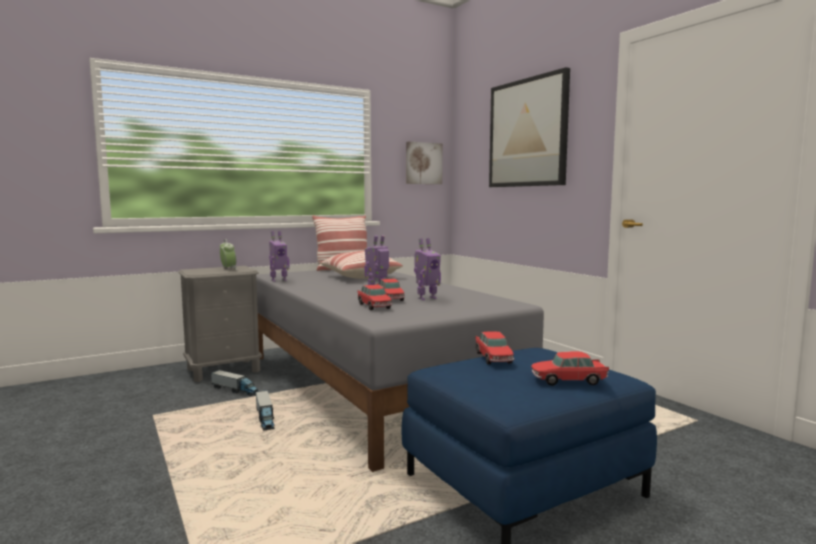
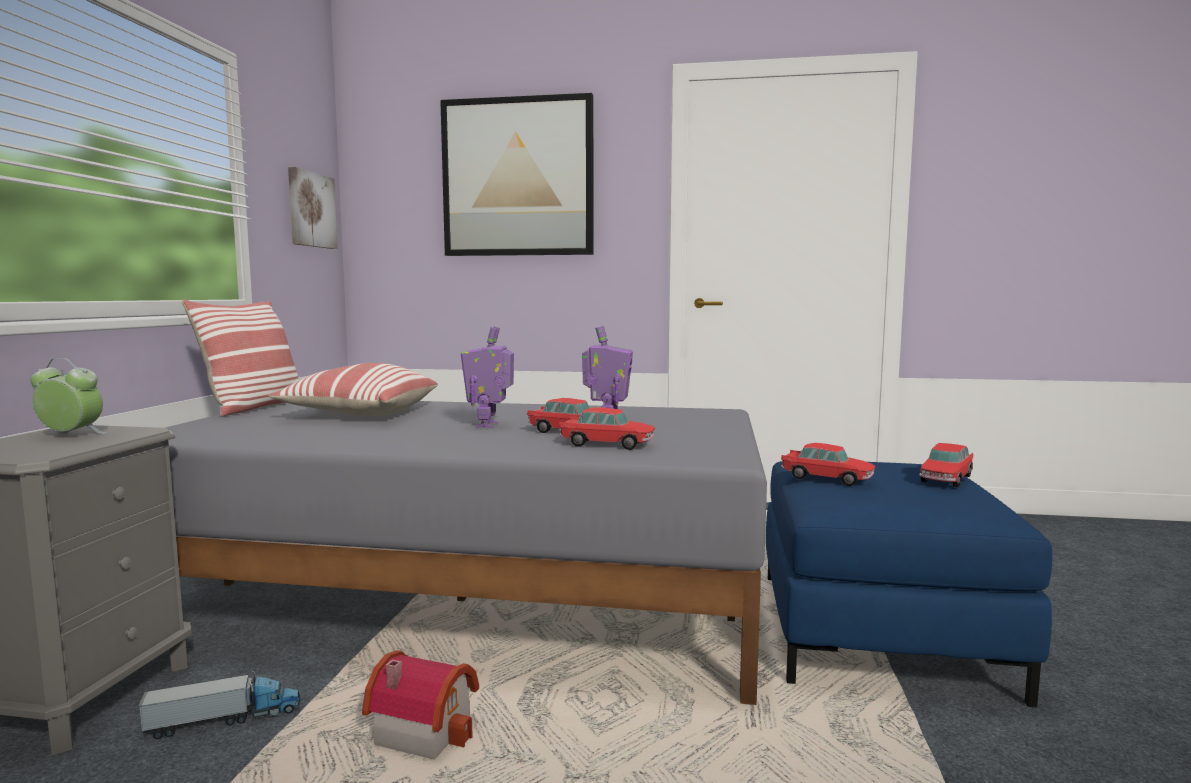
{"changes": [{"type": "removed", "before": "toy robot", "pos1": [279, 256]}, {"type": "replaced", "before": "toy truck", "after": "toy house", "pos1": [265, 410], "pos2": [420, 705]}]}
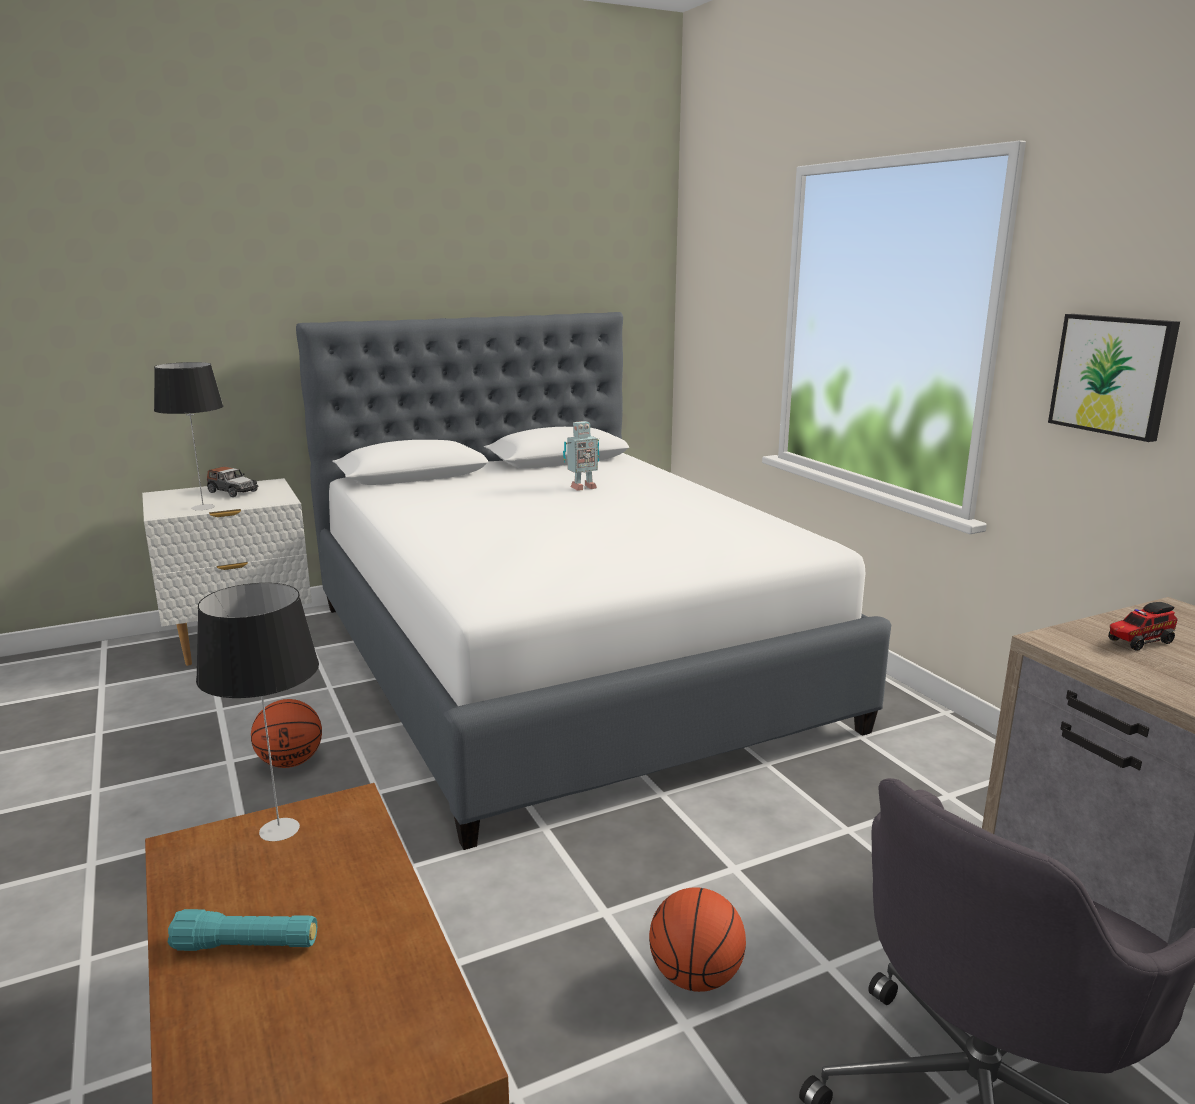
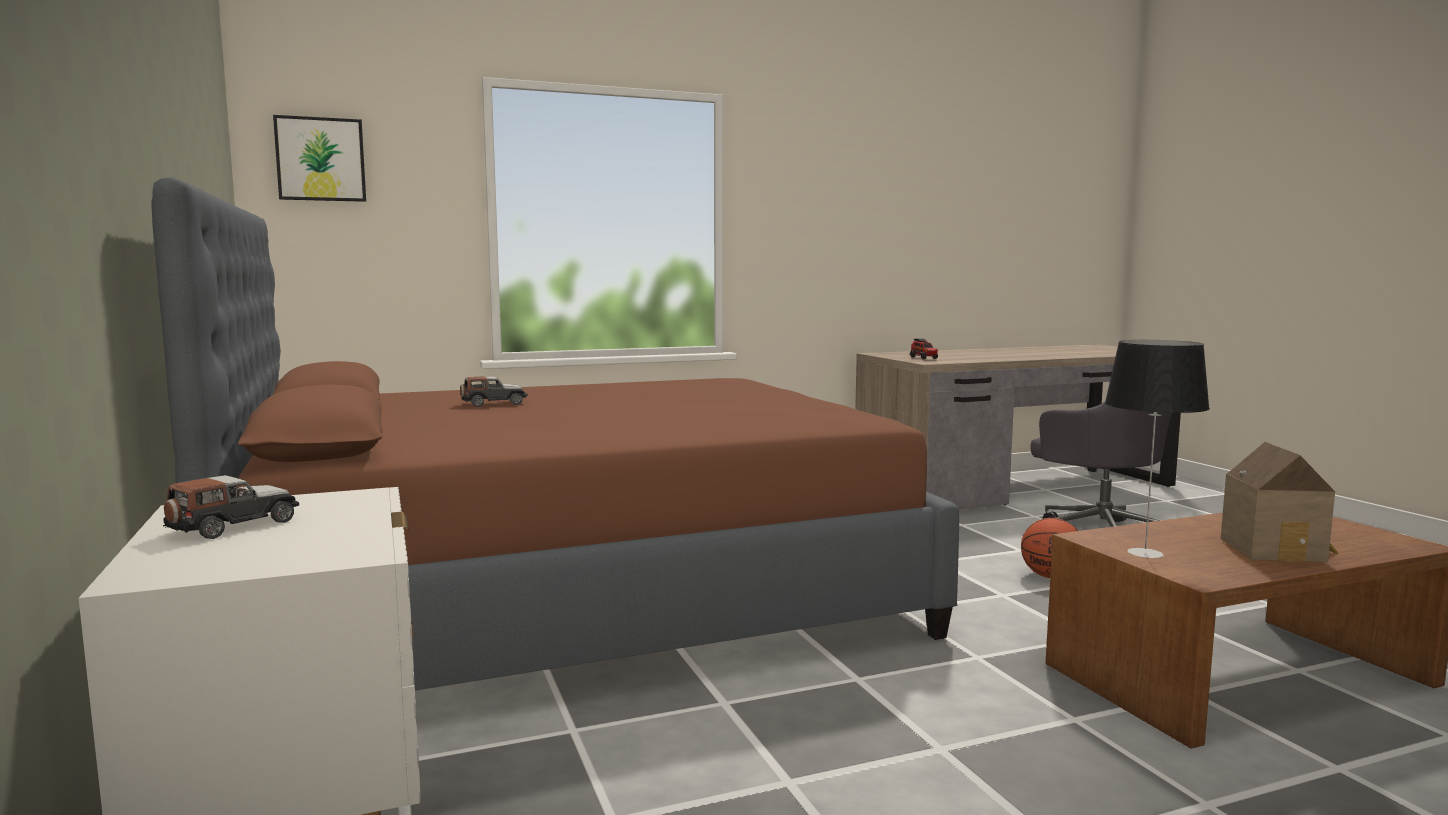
{"changes": [{"type": "removed", "before": "table lamp", "pos1": [188, 436]}, {"type": "removed", "before": "basketball", "pos1": [286, 733]}, {"type": "moved", "before": "picture", "pos1": [1114, 378], "pos2": [319, 158]}, {"type": "replaced", "before": "turquoise flashlight", "after": "toy house", "pos1": [242, 930], "pos2": [1280, 502]}, {"type": "replaced", "before": "toy robot", "after": "toy car", "pos1": [581, 456], "pos2": [494, 391]}, {"type": "recoloured", "before": "white bed", "after": "brown bed", "pos1": [593, 581], "pos2": [555, 433]}]}
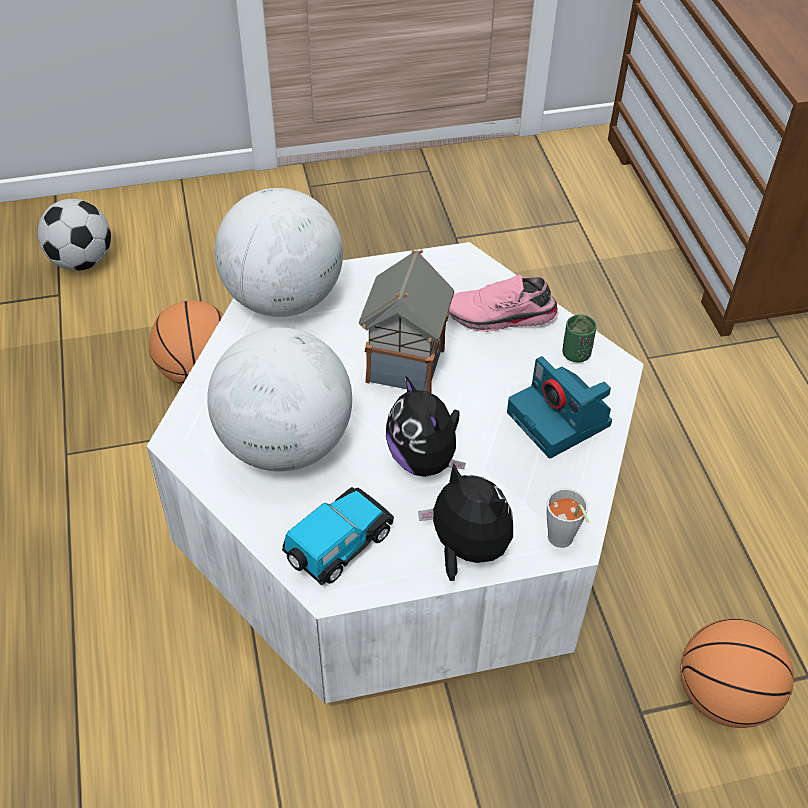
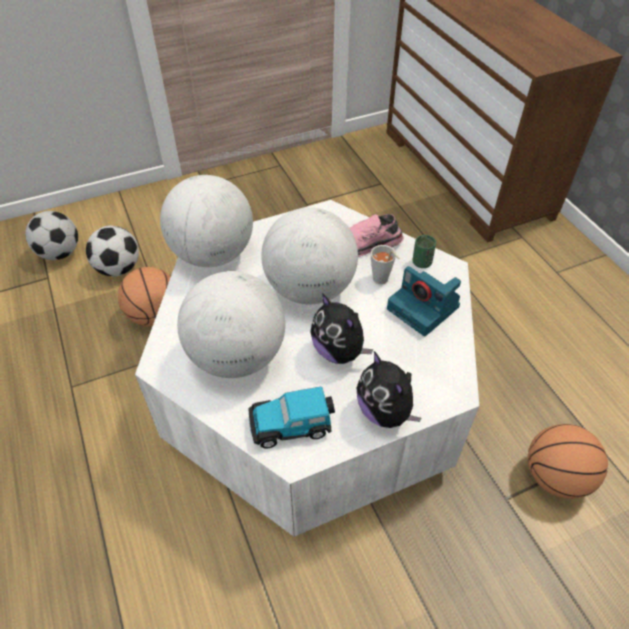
{"changes": [{"type": "added", "after": "football", "pos2": [112, 251]}, {"type": "moved", "before": "grey cup", "pos1": [568, 518], "pos2": [385, 264]}, {"type": "replaced", "before": "toy house", "after": "globe", "pos1": [406, 321], "pos2": [309, 256]}, {"type": "turned", "before": "toy car", "pos1": [338, 536], "pos2": [291, 418], "turn": -135}, {"type": "turned", "before": "plush toy", "pos1": [465, 522], "pos2": [389, 389], "turn": -150}]}
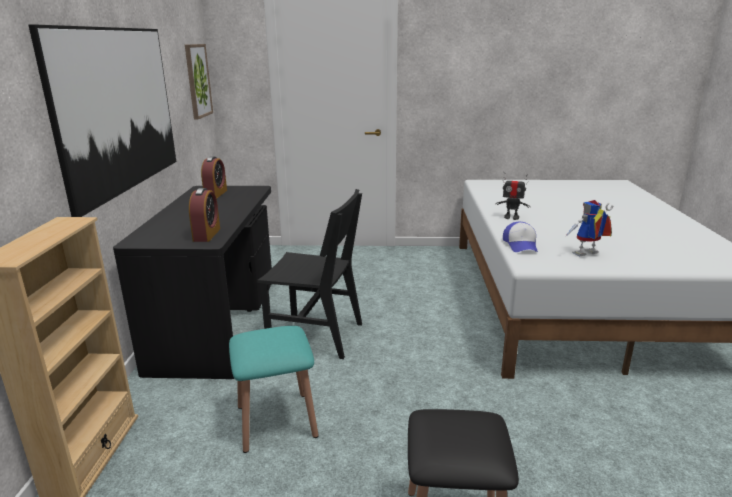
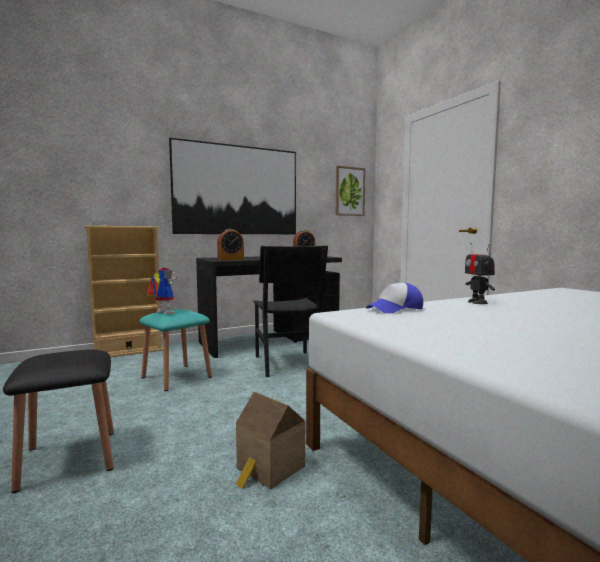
{"changes": [{"type": "added", "after": "toy house", "pos2": [270, 441]}, {"type": "moved", "before": "toy robot", "pos1": [589, 228], "pos2": [162, 290]}]}
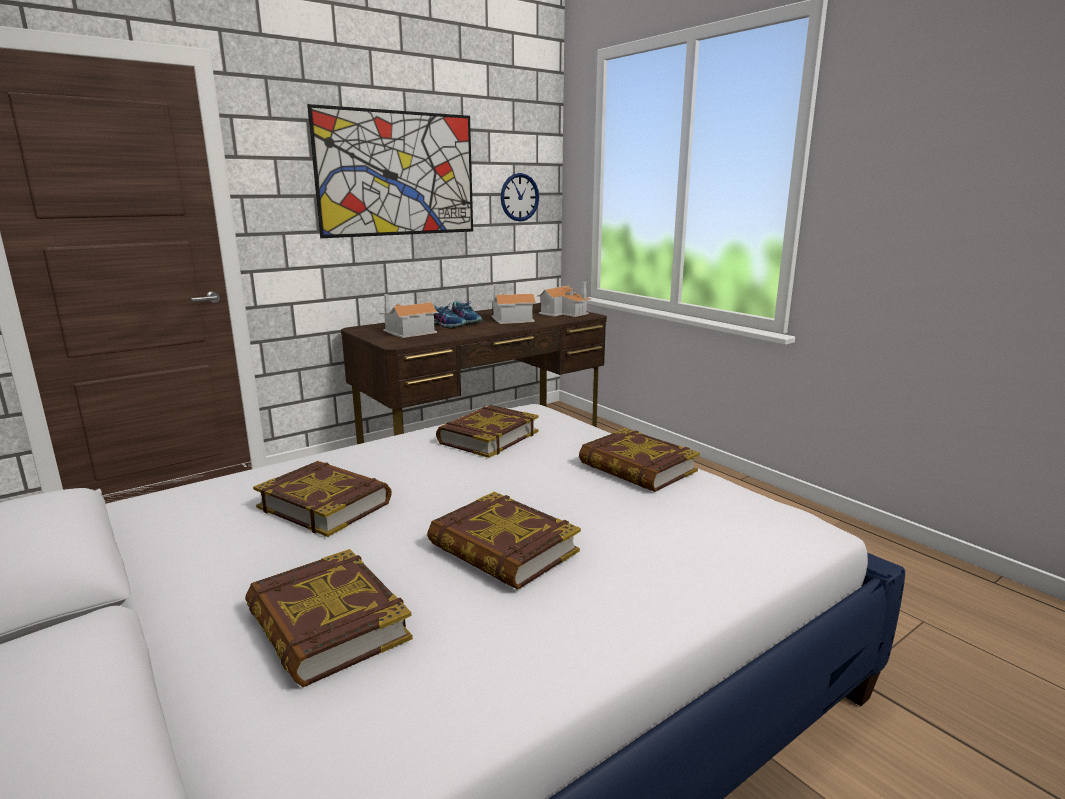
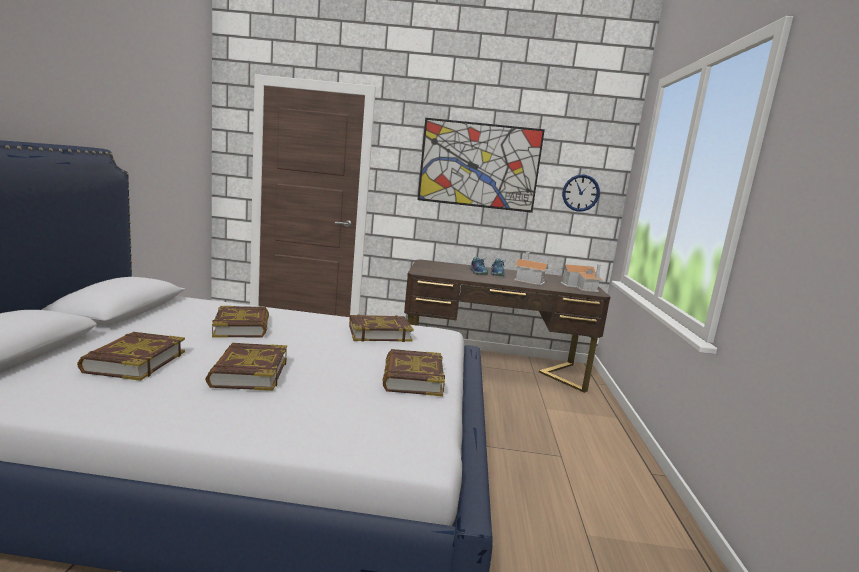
{"changes": [{"type": "removed", "before": "toy house", "pos1": [409, 316]}]}
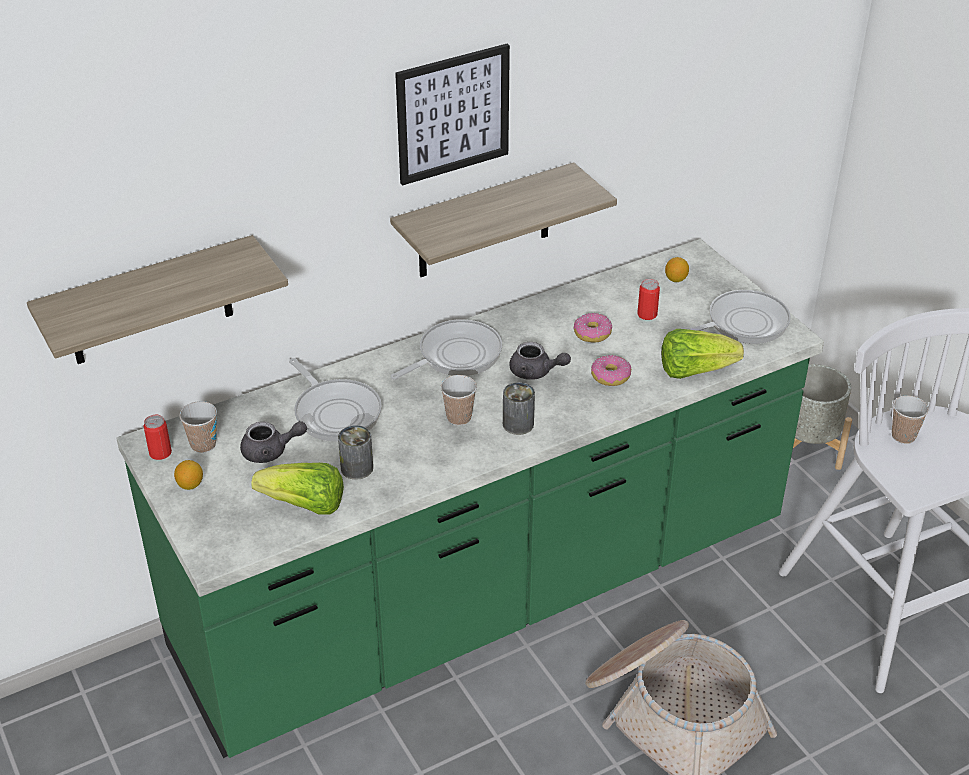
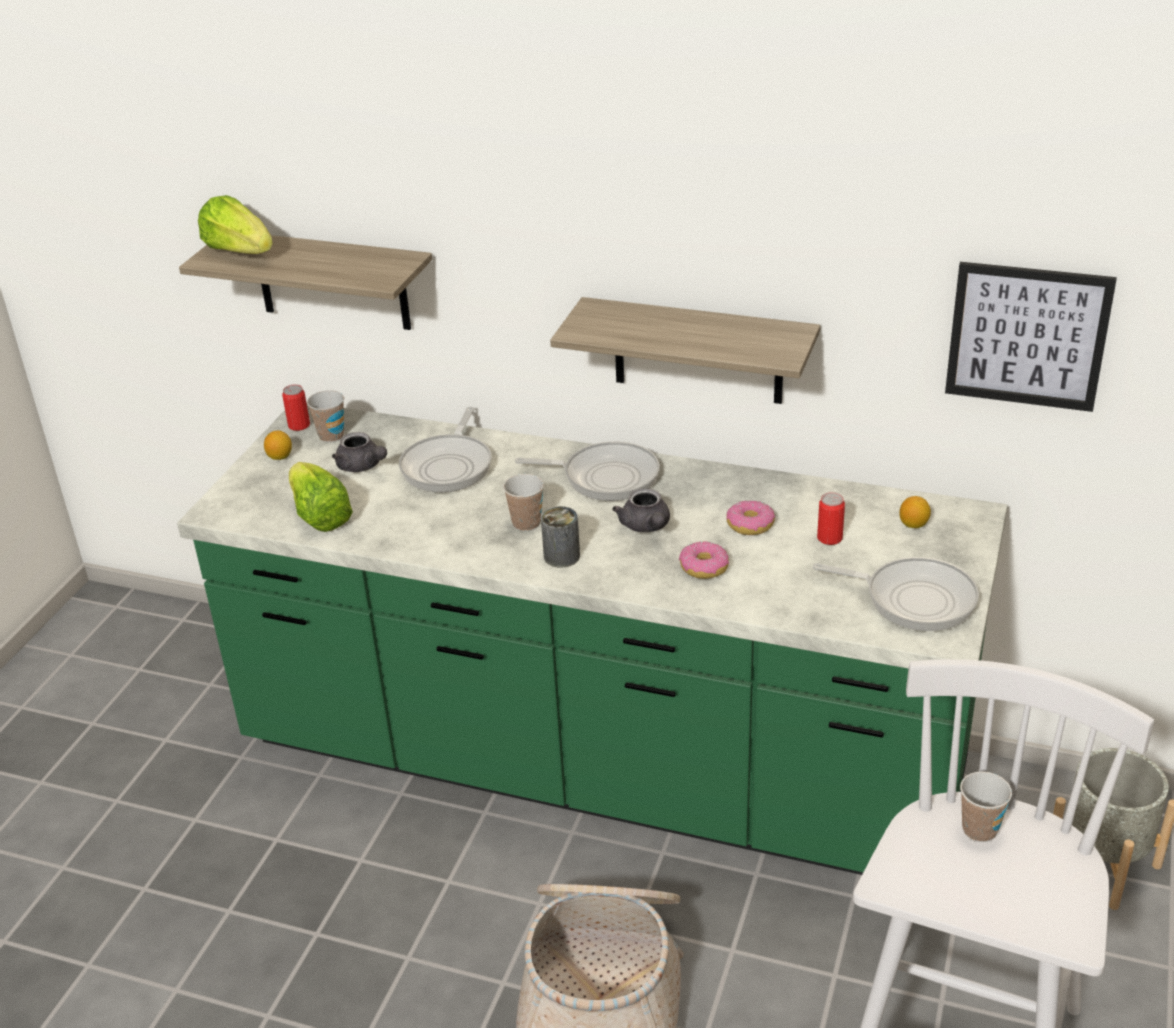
{"changes": [{"type": "removed", "before": "can", "pos1": [355, 452]}, {"type": "moved", "before": "picture", "pos1": [452, 115], "pos2": [1031, 337]}, {"type": "moved", "before": "lettuce", "pos1": [702, 354], "pos2": [235, 224]}]}
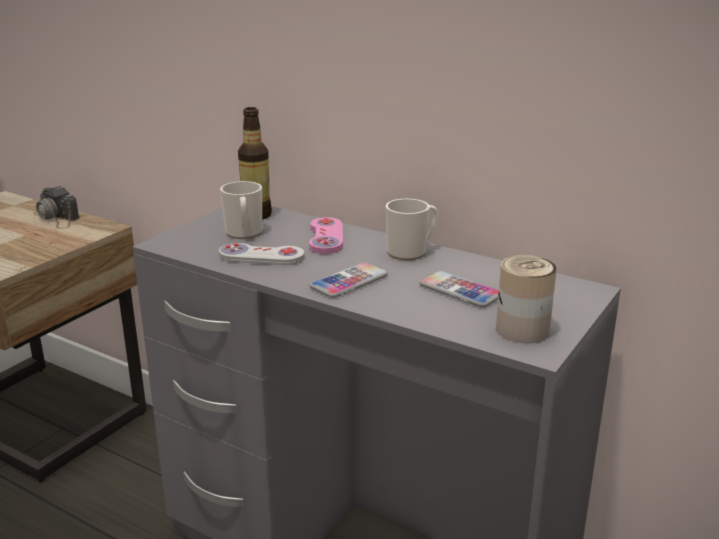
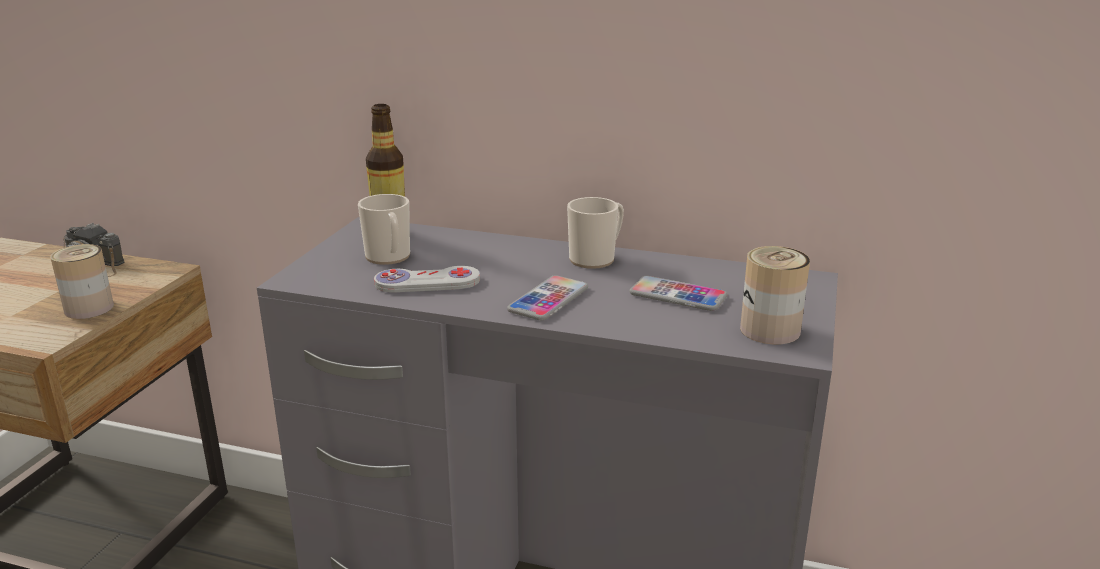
{"changes": [{"type": "removed", "before": "pink game controller", "pos1": [326, 235]}, {"type": "added", "after": "can", "pos2": [82, 281]}]}
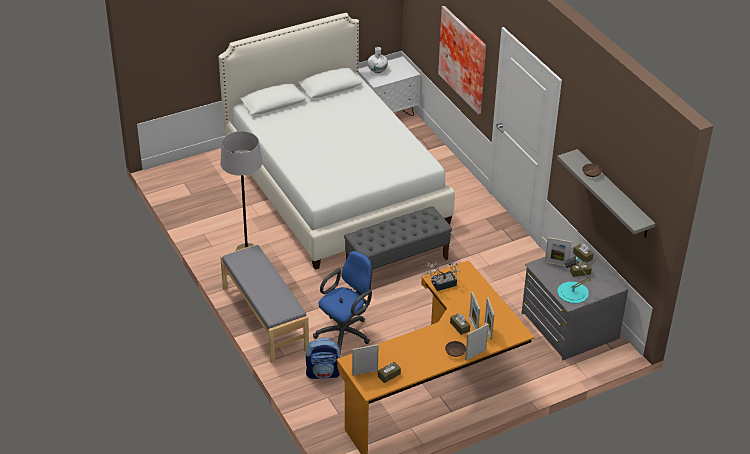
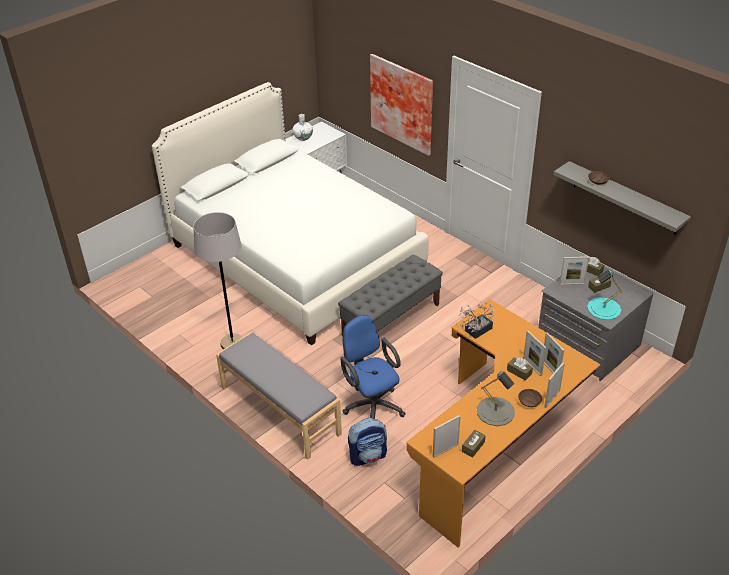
{"changes": [{"type": "added", "after": "grey table lamp", "pos2": [496, 398]}, {"type": "turned", "before": "blue office chair", "pos1": [342, 303], "pos2": [373, 367], "turn": -60}]}
